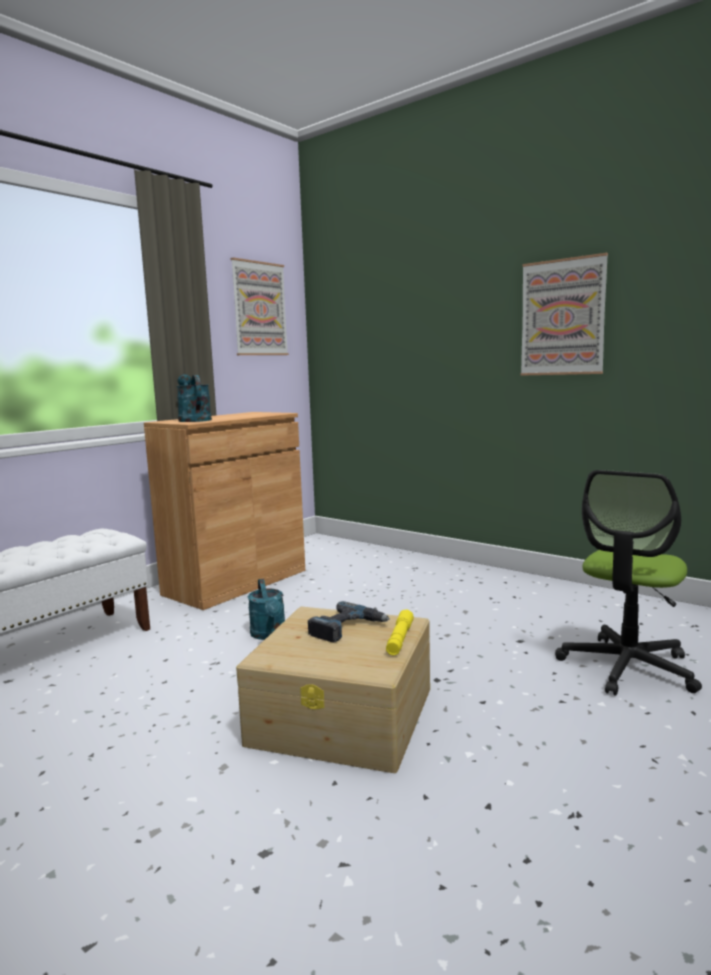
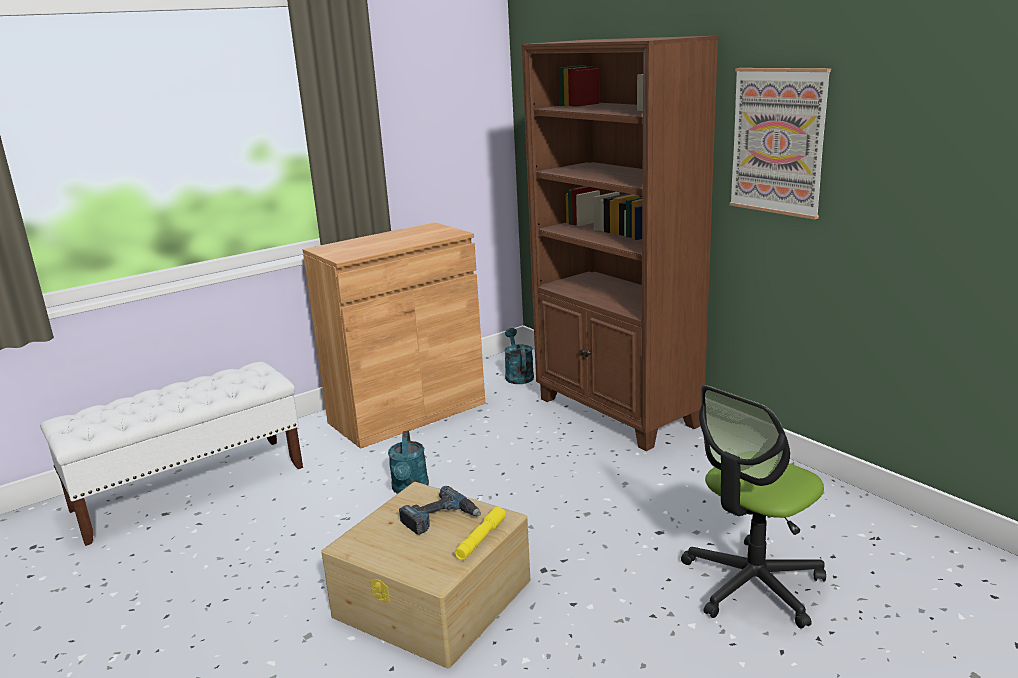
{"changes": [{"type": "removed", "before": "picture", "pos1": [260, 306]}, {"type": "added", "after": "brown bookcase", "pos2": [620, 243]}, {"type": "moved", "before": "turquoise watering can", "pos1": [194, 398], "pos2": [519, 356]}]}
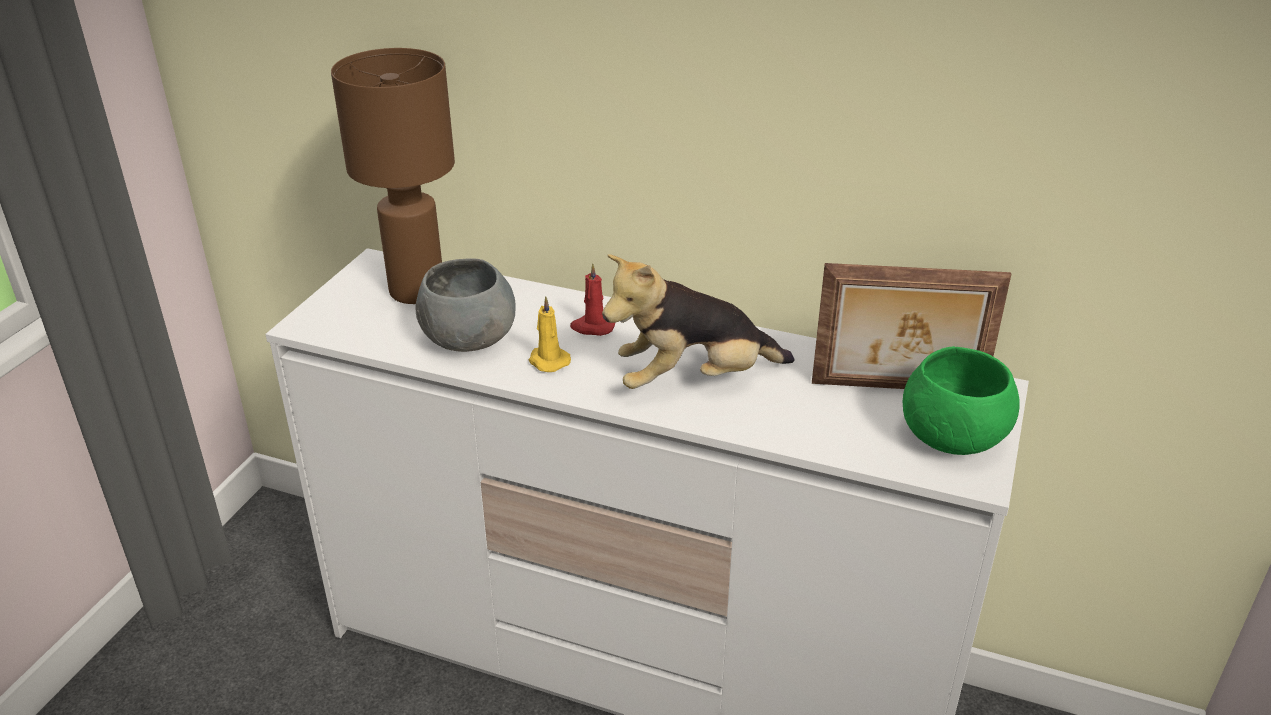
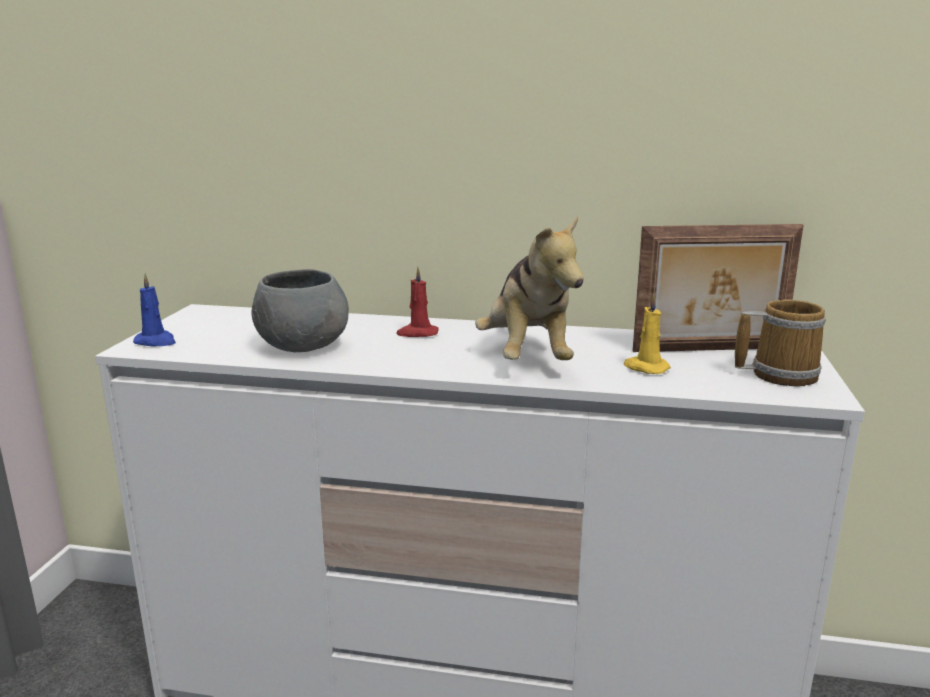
{"changes": [{"type": "removed", "before": "brown table lamp", "pos1": [393, 176]}, {"type": "added", "after": "blue candle", "pos2": [154, 310]}, {"type": "moved", "before": "yellow candle", "pos1": [549, 334], "pos2": [647, 334]}, {"type": "replaced", "before": "green bowl", "after": "mug", "pos1": [961, 400], "pos2": [780, 343]}, {"type": "turned", "before": "plush toy", "pos1": [698, 321], "pos2": [529, 288], "turn": -75}]}
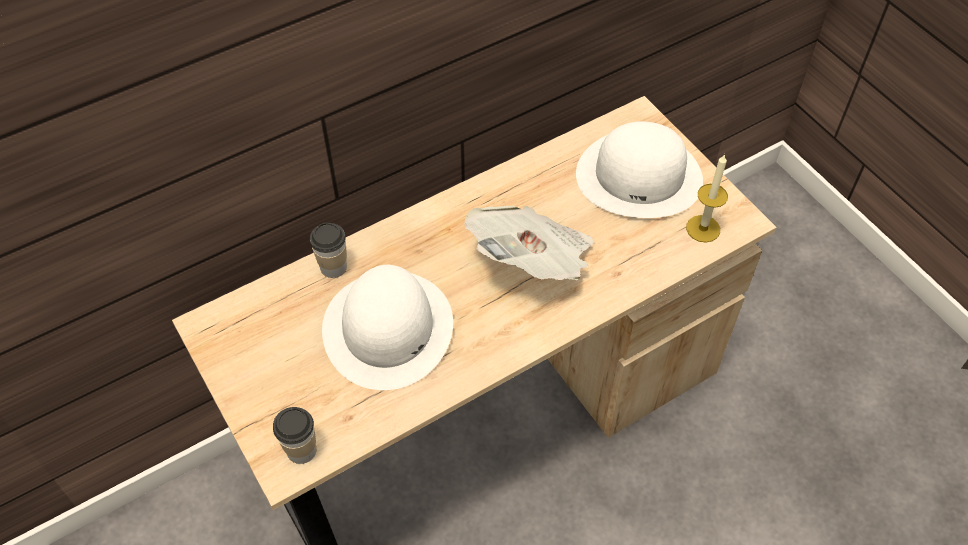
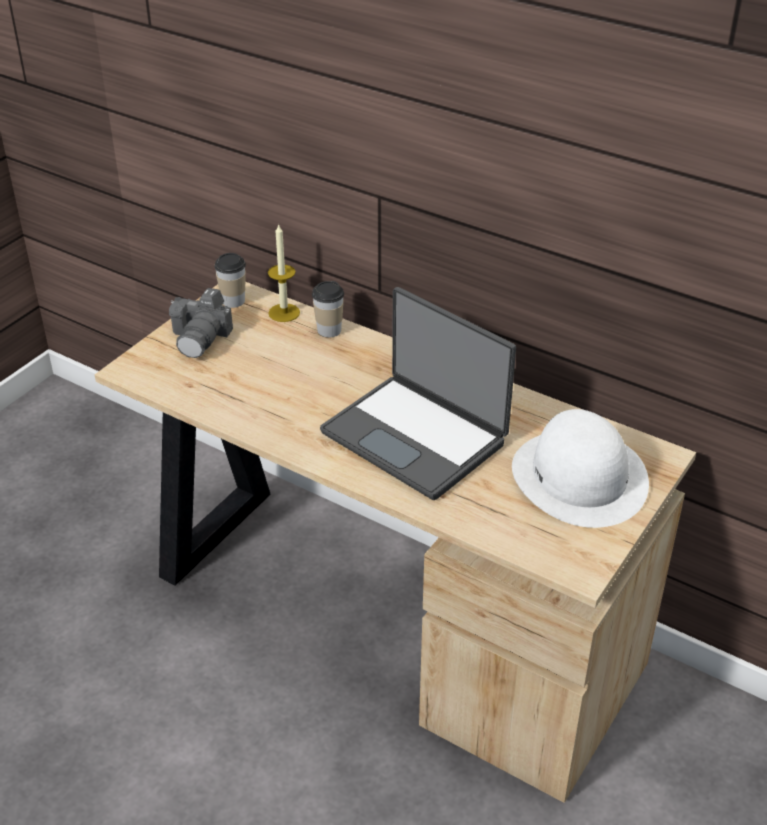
{"changes": [{"type": "removed", "before": "white hat", "pos1": [387, 327]}, {"type": "added", "after": "photo camera", "pos2": [201, 323]}, {"type": "moved", "before": "cup", "pos1": [294, 435], "pos2": [230, 280]}, {"type": "moved", "before": "candle", "pos1": [707, 198], "pos2": [284, 272]}, {"type": "replaced", "before": "newspaper", "after": "laptop", "pos1": [529, 243], "pos2": [418, 393]}]}
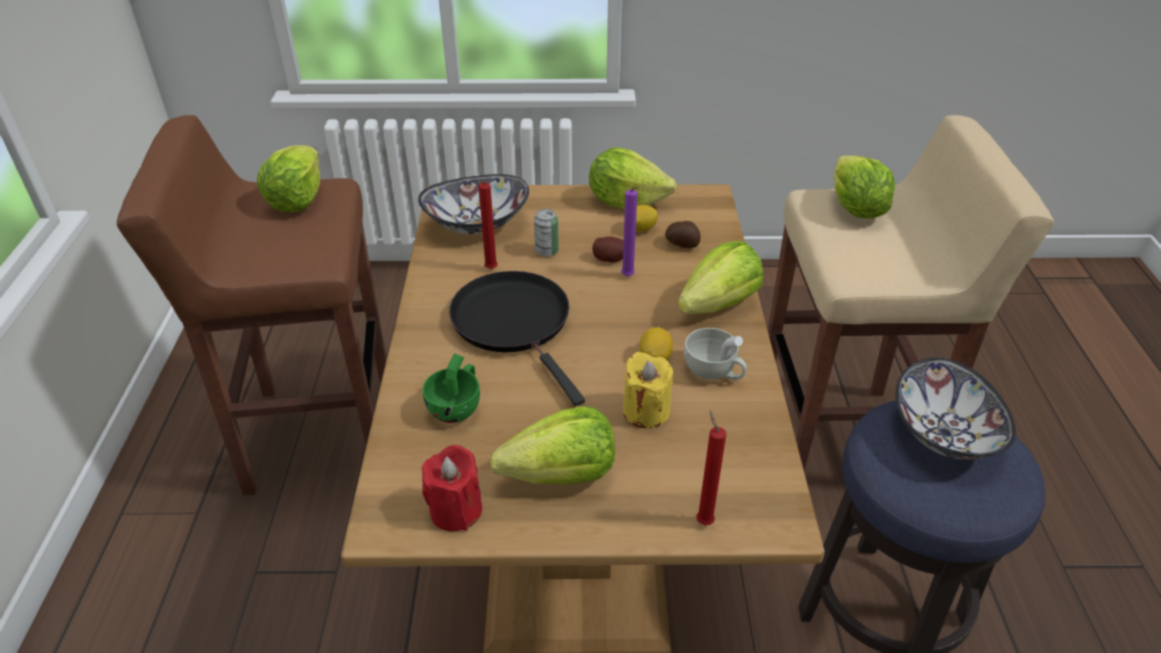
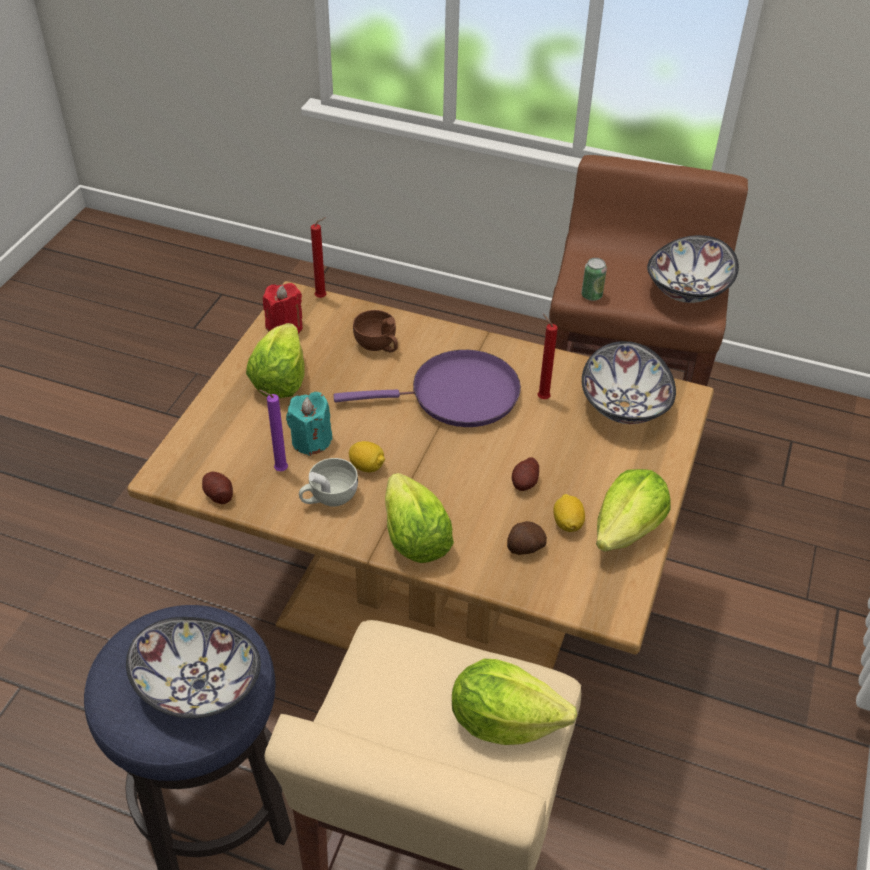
{"changes": [{"type": "added", "after": "potato", "pos2": [217, 488]}, {"type": "moved", "before": "can", "pos1": [546, 233], "pos2": [594, 279]}, {"type": "moved", "before": "purple candle", "pos1": [629, 231], "pos2": [273, 430]}, {"type": "moved", "before": "red candle", "pos1": [711, 468], "pos2": [319, 258]}, {"type": "replaced", "before": "lettuce", "after": "bowl", "pos1": [288, 178], "pos2": [693, 269]}, {"type": "recoloured", "before": "green cup", "after": "brown cup", "pos1": [451, 388], "pos2": [375, 331]}, {"type": "recoloured", "before": "black frying pan", "after": "purple frying pan", "pos1": [517, 338], "pos2": [427, 388]}, {"type": "recoloured", "before": "yellow candle", "after": "turquoise candle", "pos1": [648, 390], "pos2": [309, 424]}]}
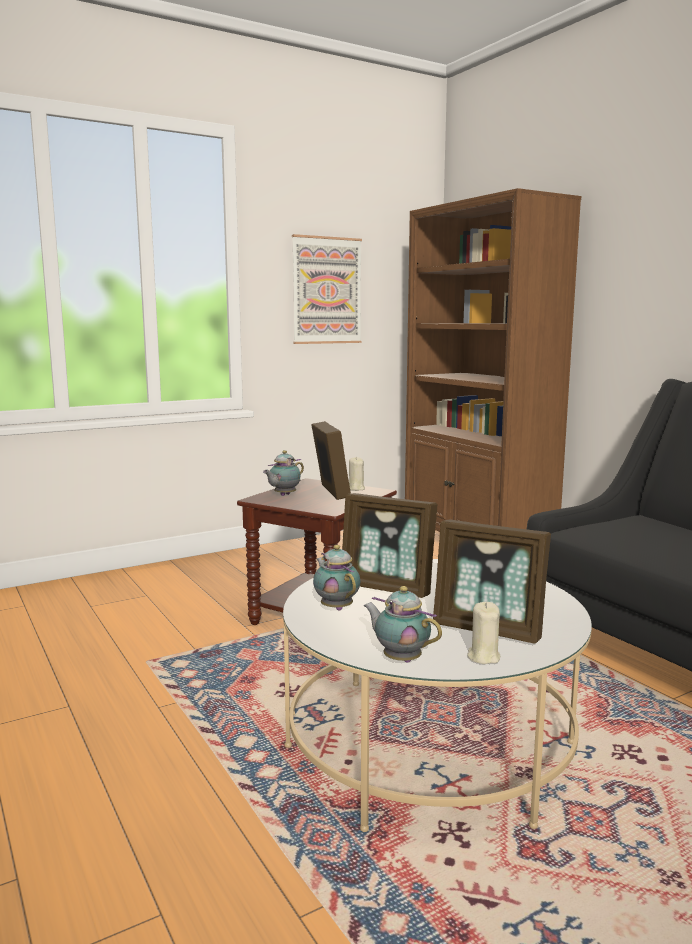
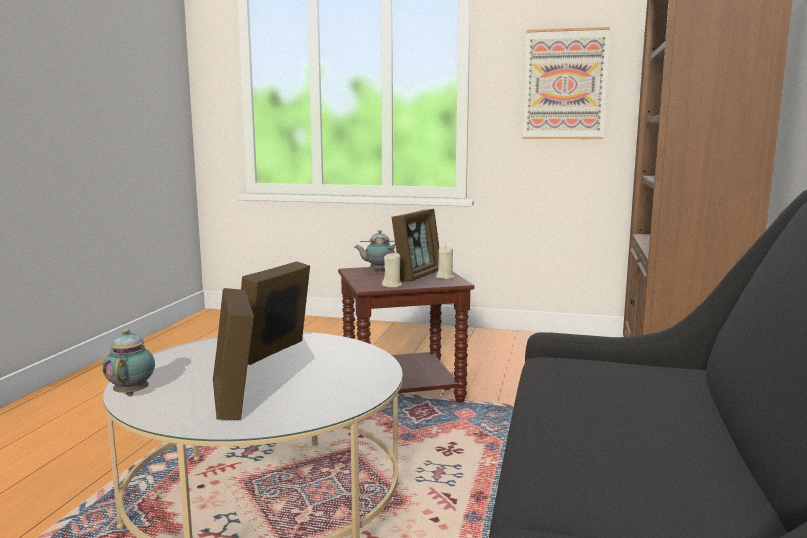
{"changes": [{"type": "removed", "before": "teapot", "pos1": [336, 578]}, {"type": "moved", "before": "beige candle", "pos1": [483, 633], "pos2": [392, 270]}, {"type": "turned", "before": "picture frame", "pos1": [390, 545], "pos2": [275, 313], "turn": 45}]}
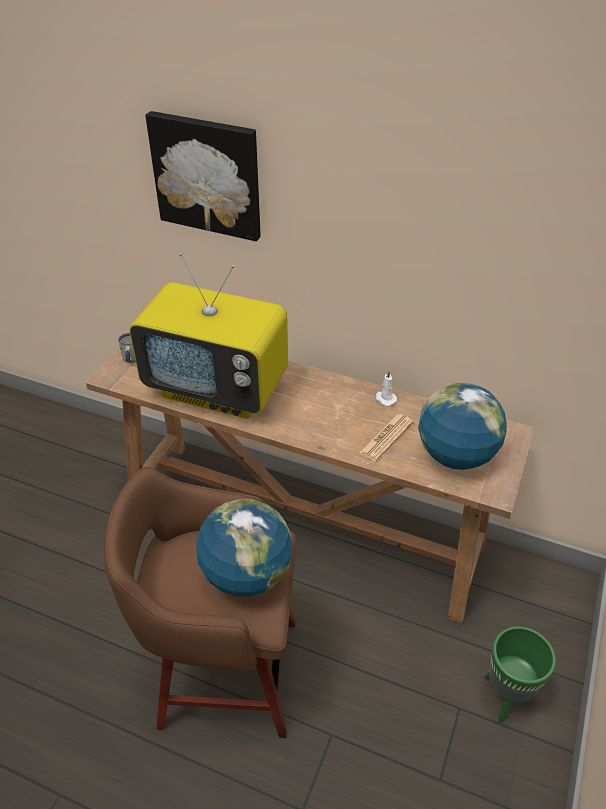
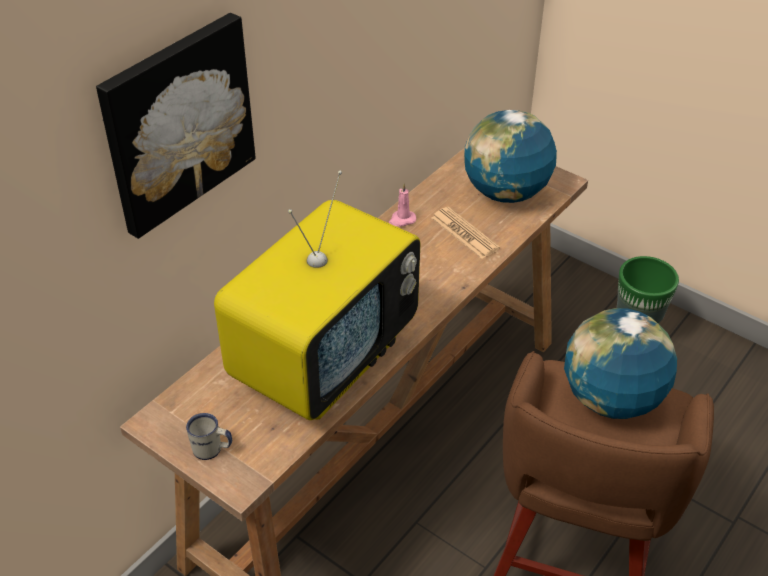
{"changes": [{"type": "recoloured", "before": "white candle", "after": "pink candle", "pos1": [386, 388], "pos2": [402, 205]}]}
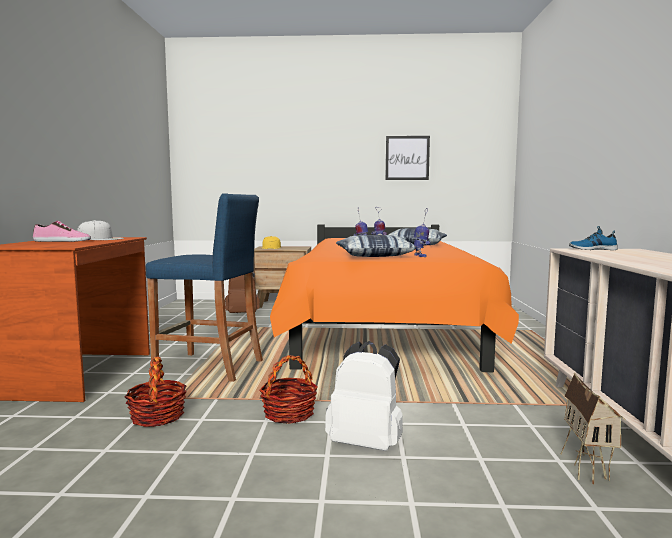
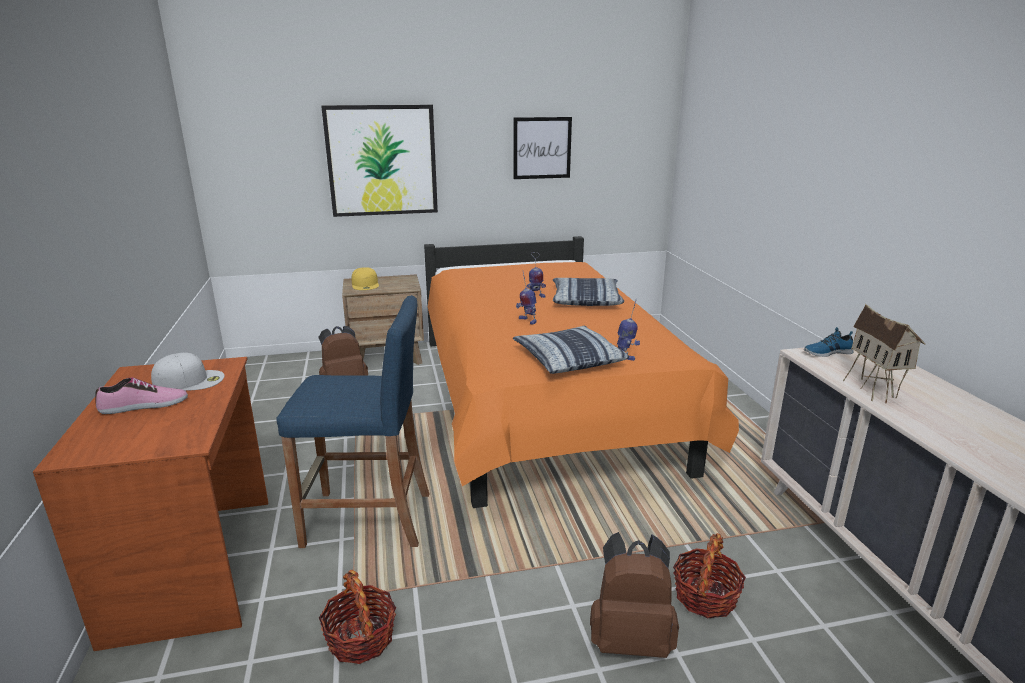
{"changes": [{"type": "added", "after": "picture", "pos2": [379, 161]}, {"type": "moved", "before": "basket", "pos1": [288, 389], "pos2": [709, 575]}, {"type": "moved", "before": "toy house", "pos1": [593, 428], "pos2": [884, 354]}, {"type": "recoloured", "before": "white backpack", "after": "brown backpack", "pos1": [364, 396], "pos2": [634, 595]}]}
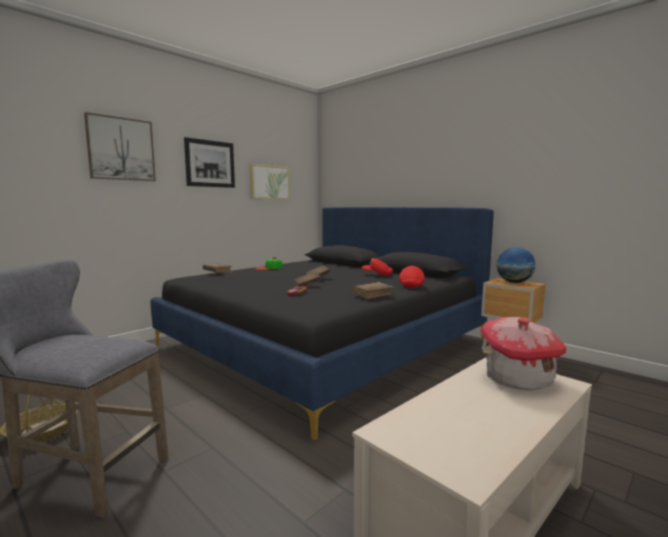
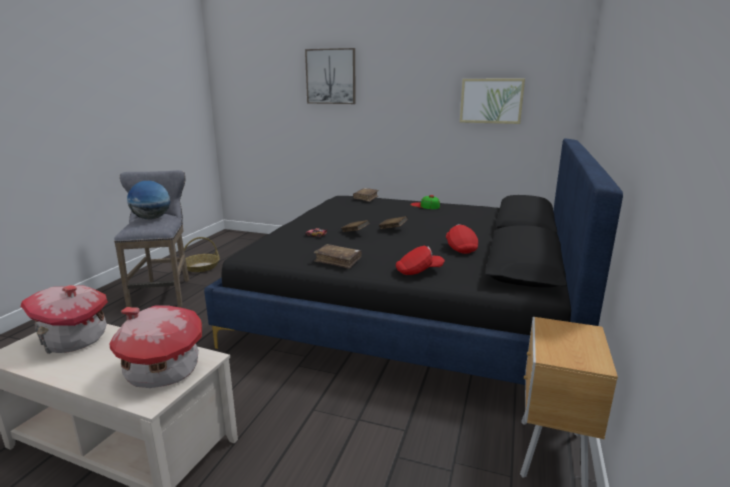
{"changes": [{"type": "removed", "before": "picture", "pos1": [209, 162]}, {"type": "added", "after": "toy house", "pos2": [64, 319]}, {"type": "moved", "before": "globe", "pos1": [516, 265], "pos2": [148, 200]}]}
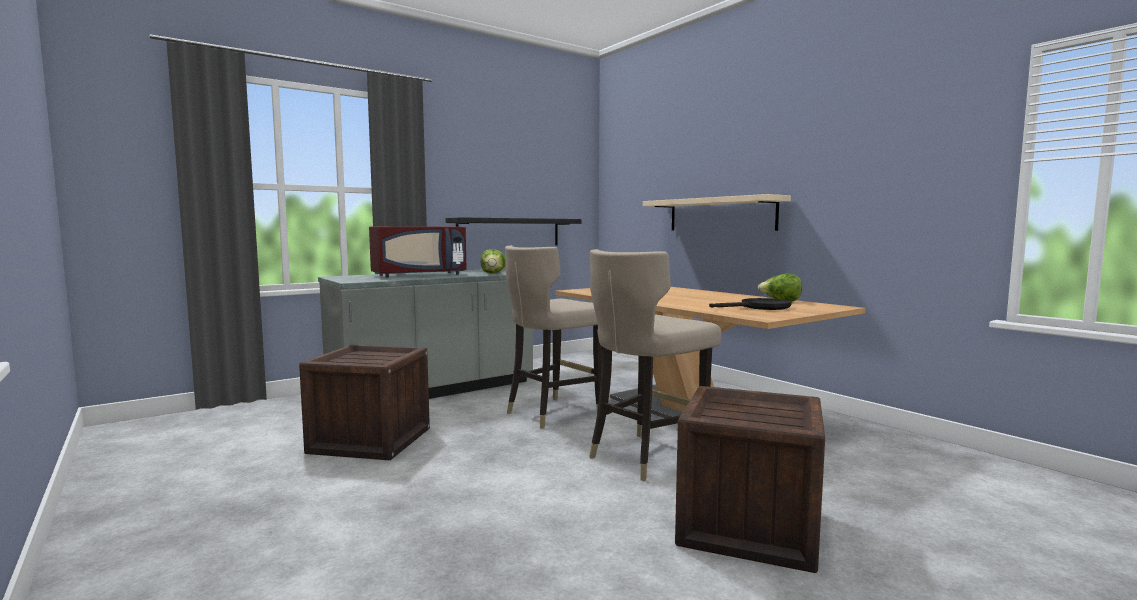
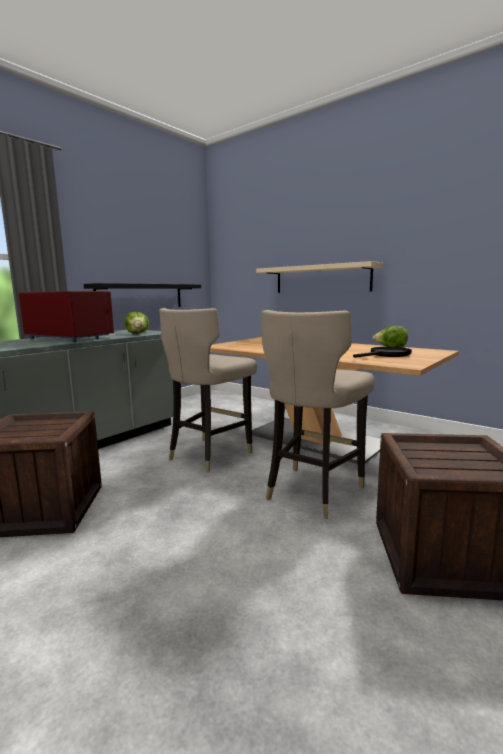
{"changes": [{"type": "turned", "before": "red microwave", "pos1": [418, 252], "pos2": [66, 316], "turn": -105}]}
